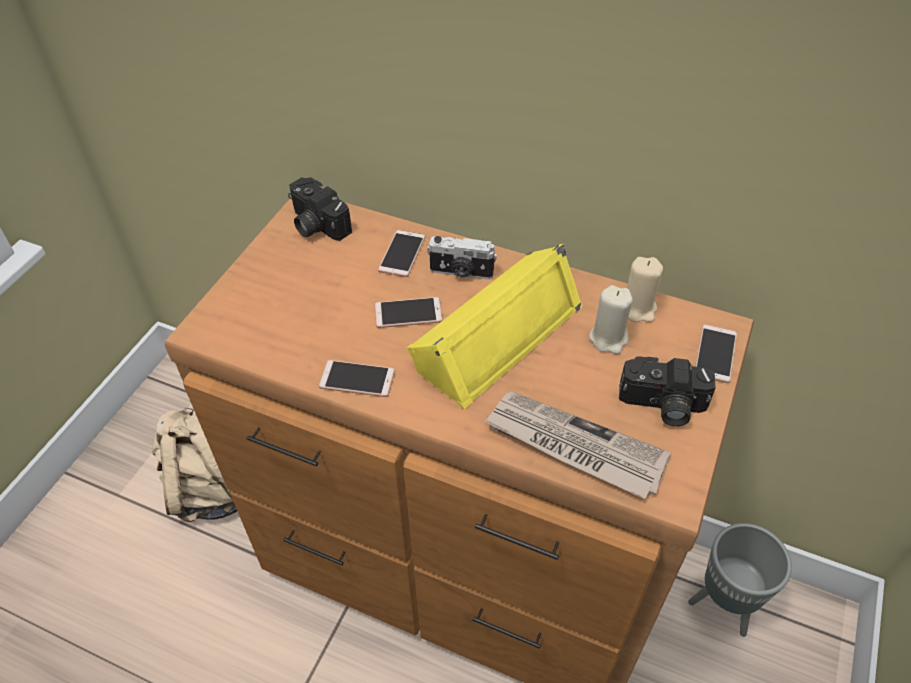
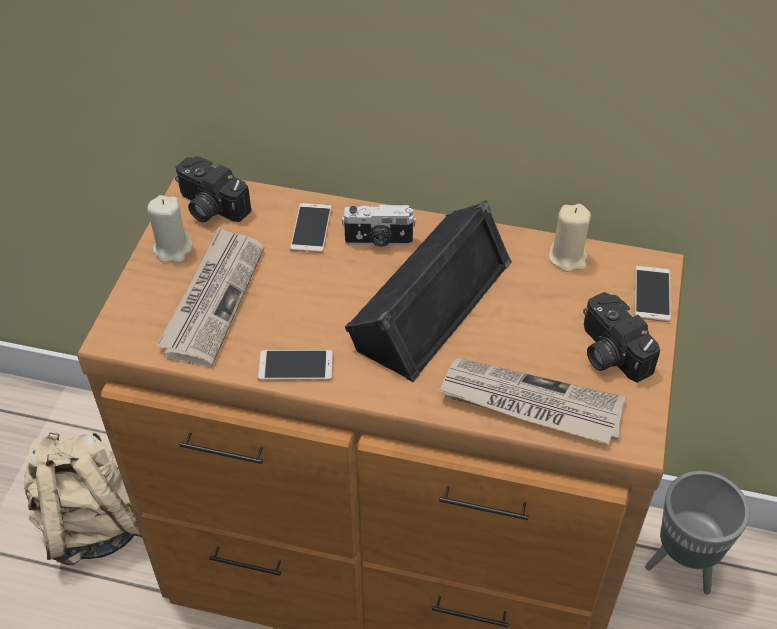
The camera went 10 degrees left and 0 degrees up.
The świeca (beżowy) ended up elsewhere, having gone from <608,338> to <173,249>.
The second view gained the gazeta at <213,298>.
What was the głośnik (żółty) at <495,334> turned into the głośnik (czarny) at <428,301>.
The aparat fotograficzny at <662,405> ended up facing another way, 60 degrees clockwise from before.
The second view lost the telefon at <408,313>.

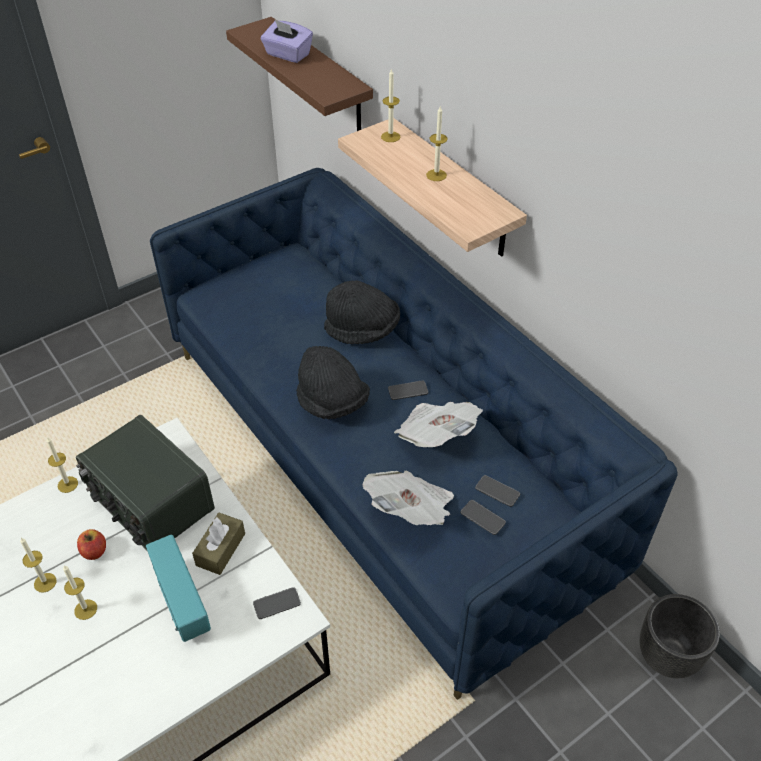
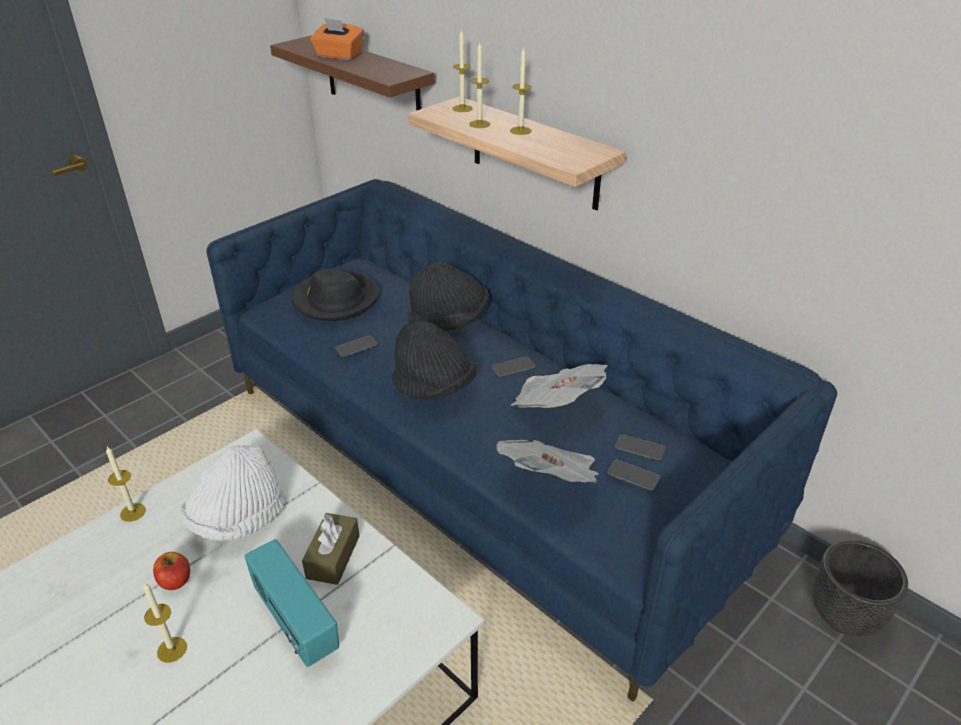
The camera went 10 degrees left and 10 degrees down.
Where the radio stood at <150,503>, the kapelusz (biały) came to stand at <238,519>.
The second view gained the kapelusz (czarny) at <335,299>.
What was the pudełko chusteczek (fioletowy) at <287,55> turned into the pudełko chusteczek (pomarańczowy) at <339,56>.
The telefon ended up elsewhere, having gone from <277,603> to <356,347>.
The świeca ended up elsewhere, having gone from <45,582> to <479,124>.

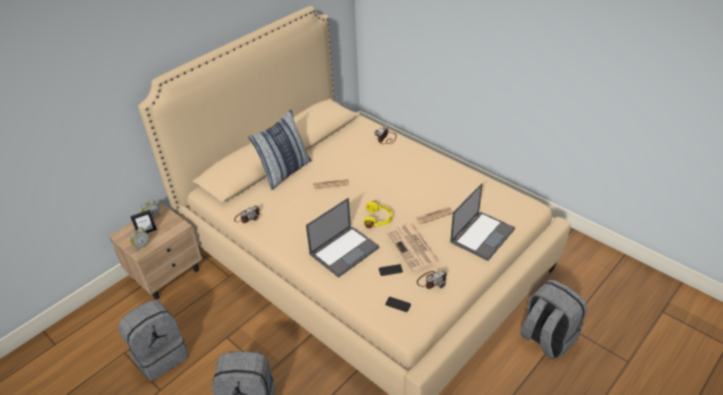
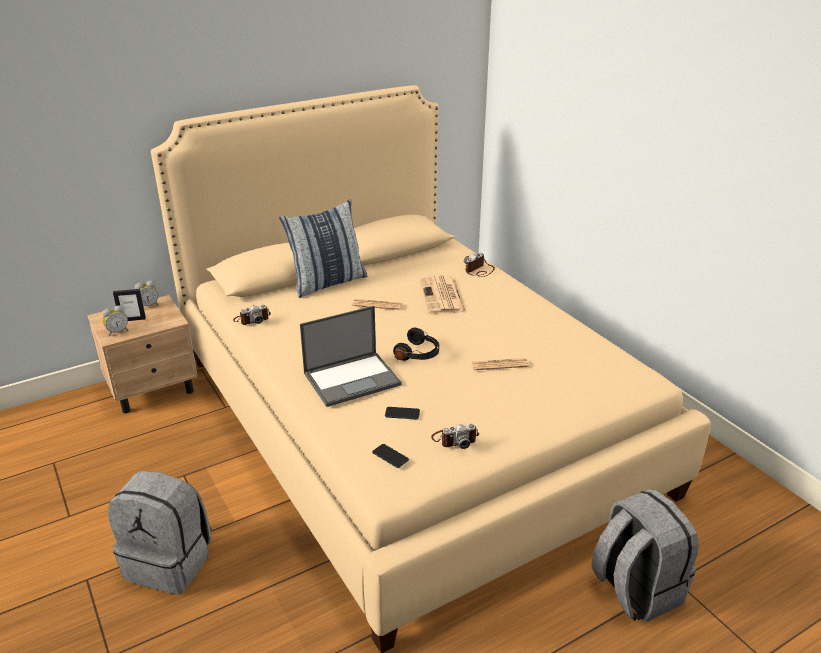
The camera went 15 degrees right and 10 degrees down.
What was the słuchawki (żółty) at <378,219> turned into the słuchawki (czarny) at <419,354>.
The gazeta ended up elsewhere, having gone from <413,248> to <442,296>.
The second view lost the plecak (szary) at <160,355>.
The second view lost the laptop at <482,235>.

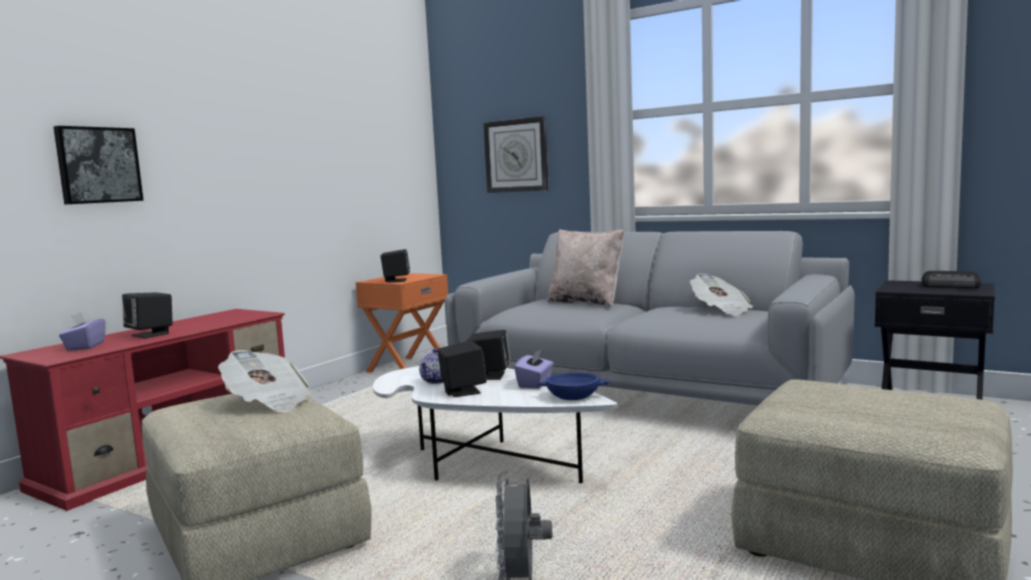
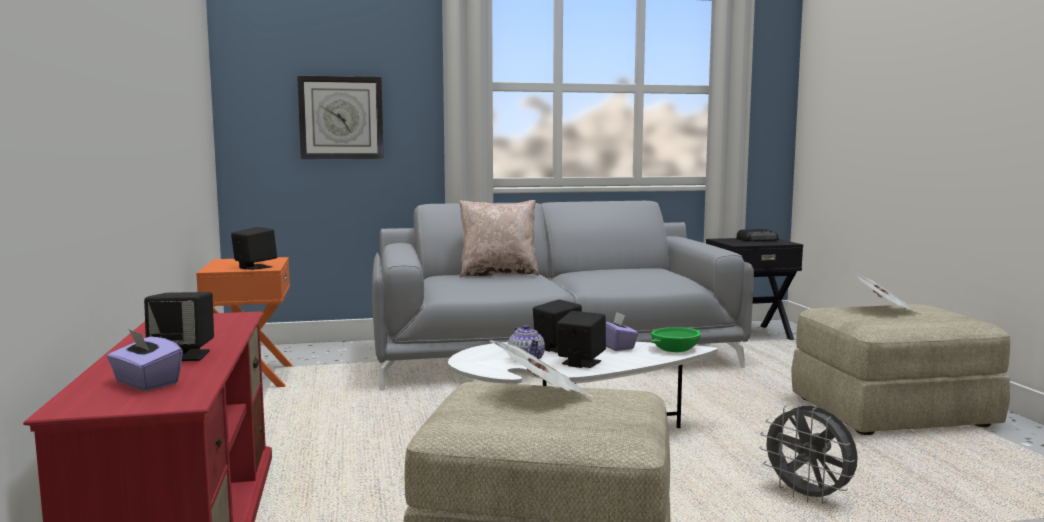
The camera went 45 degrees left and 0 degrees up.
What was the miska (niebieski) at <573,397> turned into the miska (zielony) at <675,349>.
The gazeta ended up elsewhere, having gone from <721,310> to <883,310>.
The second view lost the obraz at <98,165>.

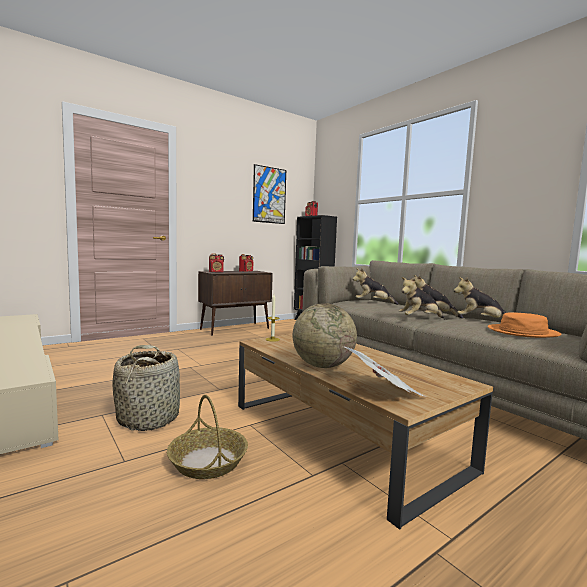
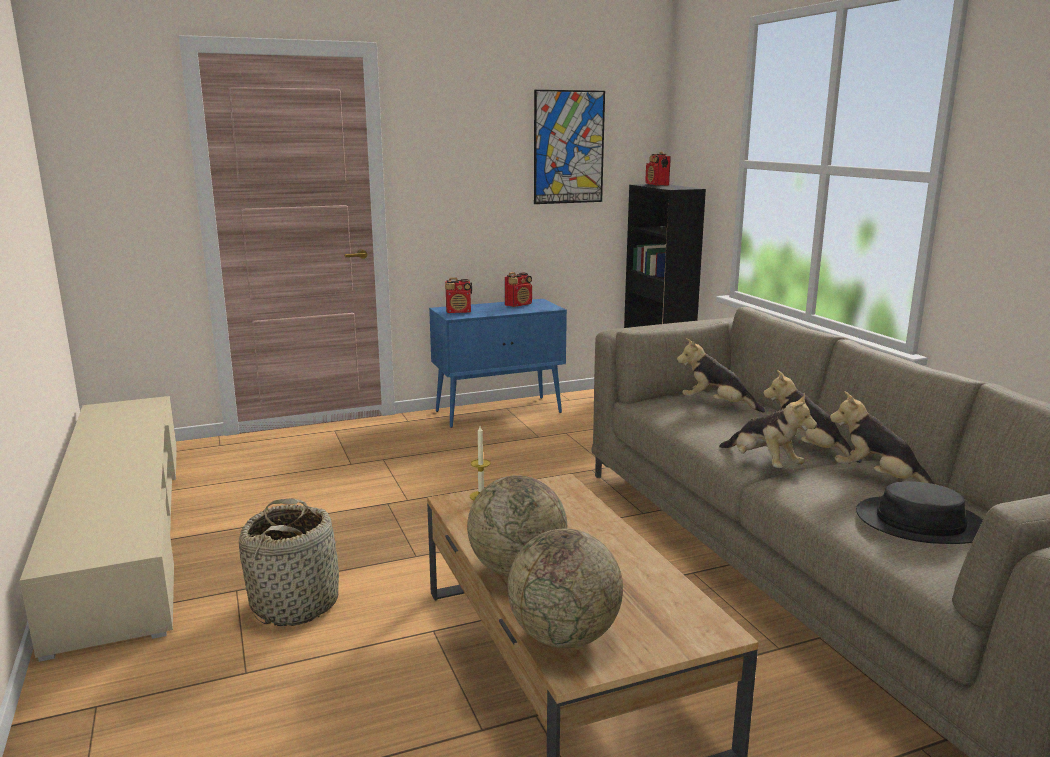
The camera went 15 degrees right and 10 degrees up.
What was the szafka (brązowy) at <235,329> turned into the szafka (niebieski) at <499,411>.
Where the gazeta stood at <382,392>, the globus came to stand at <564,636>.
The pluszak at <419,319> ended up facing another way, 120 degrees counterclockwise from before.
What was the kapelusz (pomarańczowy) at <522,332> turned into the kapelusz (czarny) at <920,522>.
The second view lost the koszyk at <207,461>.

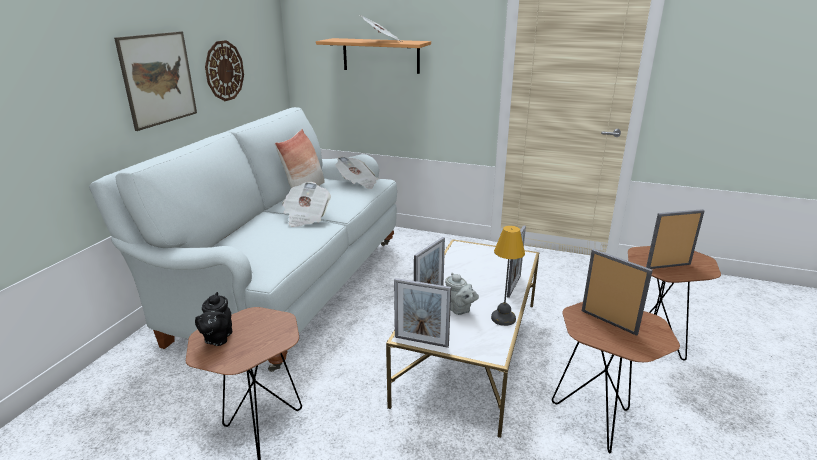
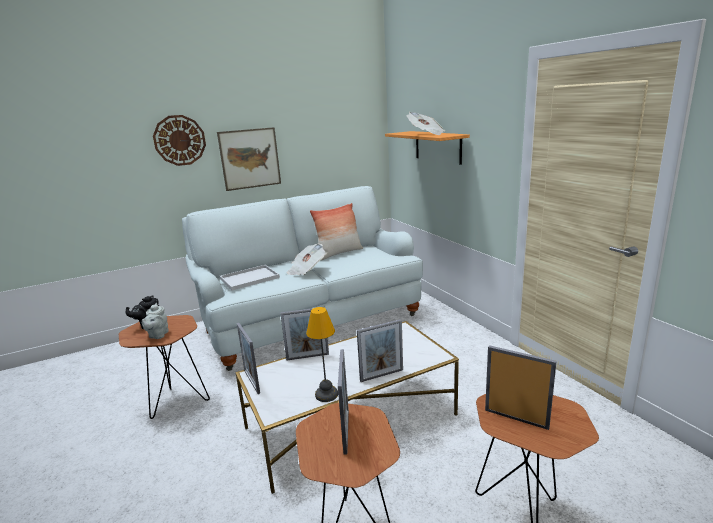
The camera went 45 degrees right and 5 degrees down.
The imbryk (szary) ended up elsewhere, having gone from <459,310> to <158,335>.
The zegar ścienny ended up elsewhere, having gone from <224,71> to <179,140>.
The second view gained the taca (biały) at <250,278>.
The second view lost the gazeta at <357,183>.

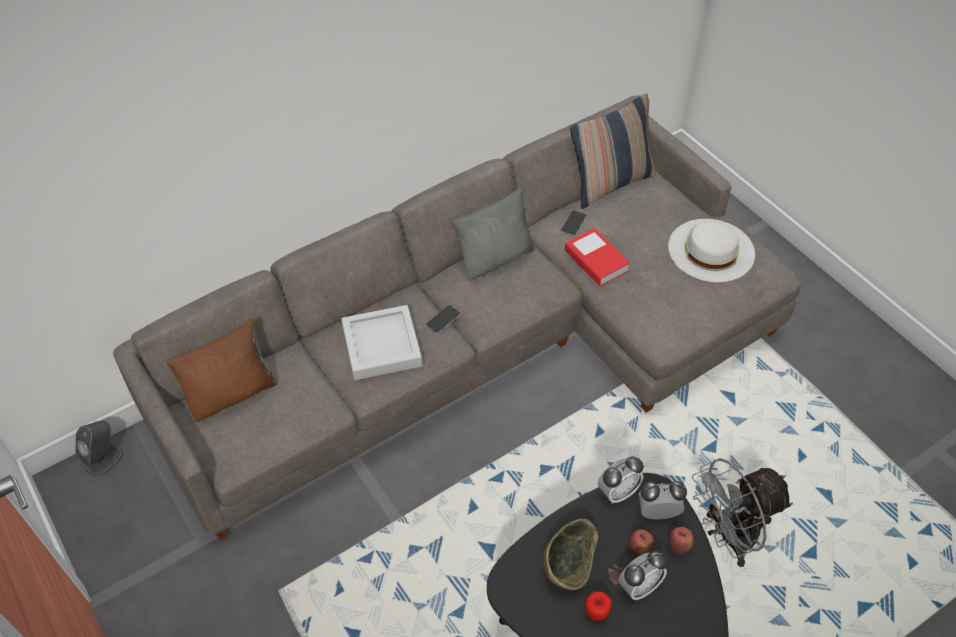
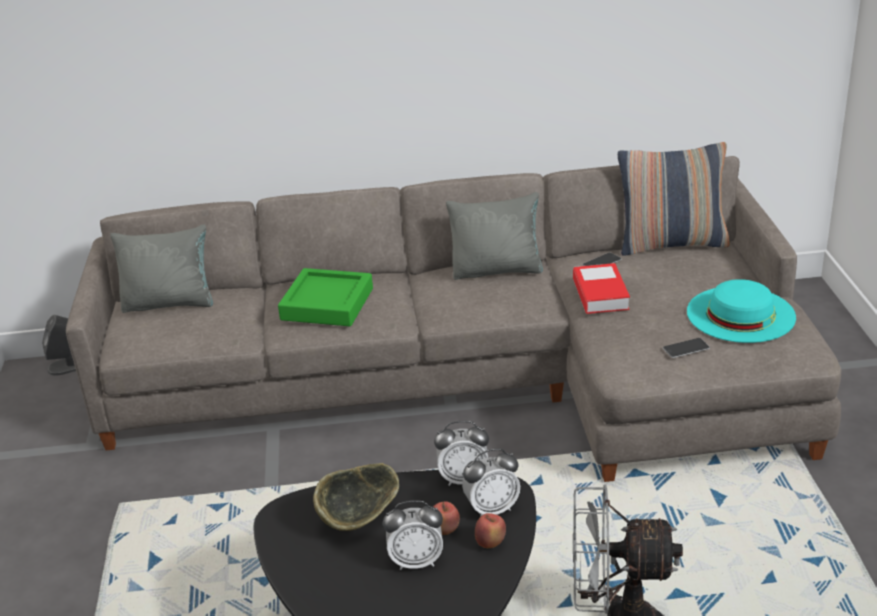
The camera went 30 degrees right and 20 degrees down.
What was the poduszka (brązowy) at <232,393> turned into the poduszka (szary) at <170,303>.
What was the taca (szary) at <382,347> turned into the taca (zielony) at <327,304>.
The budzik at <658,513> ended up facing another way, 135 degrees clockwise from before.
The telefon ended up elsewhere, having gone from <443,319> to <686,348>.
What was the kapelusz (biały) at <711,250> turned into the kapelusz (turkusowy) at <741,314>.
The second view lost the jabłko at <596,613>.

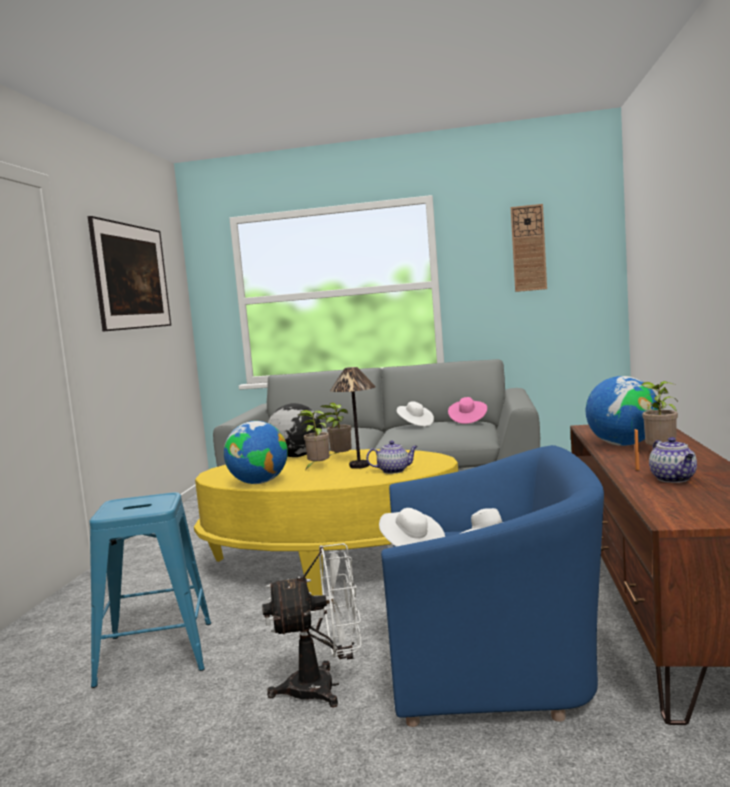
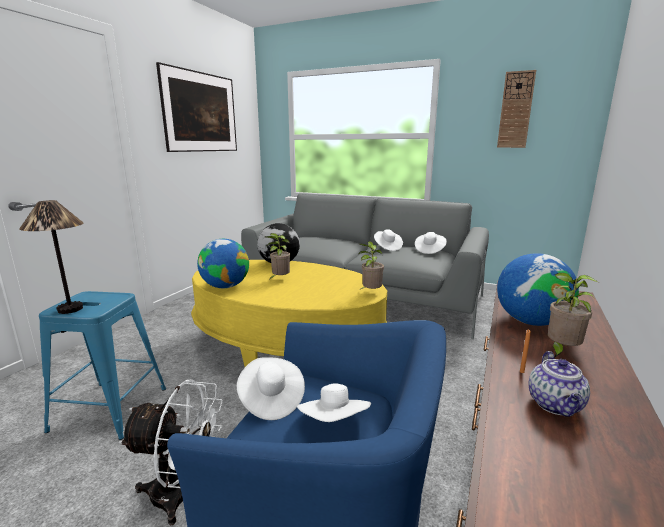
The camera went 15 degrees right and 10 degrees up.
The lampa stołowa ended up elsewhere, having gone from <360,466> to <71,309>.
The roślina doniczkowa ended up elsewhere, having gone from <340,458> to <370,292>.
What was the kapelusz (różowy) at <467,420> turned into the kapelusz (biały) at <429,250>.
The second view lost the imbryk at <394,471>.

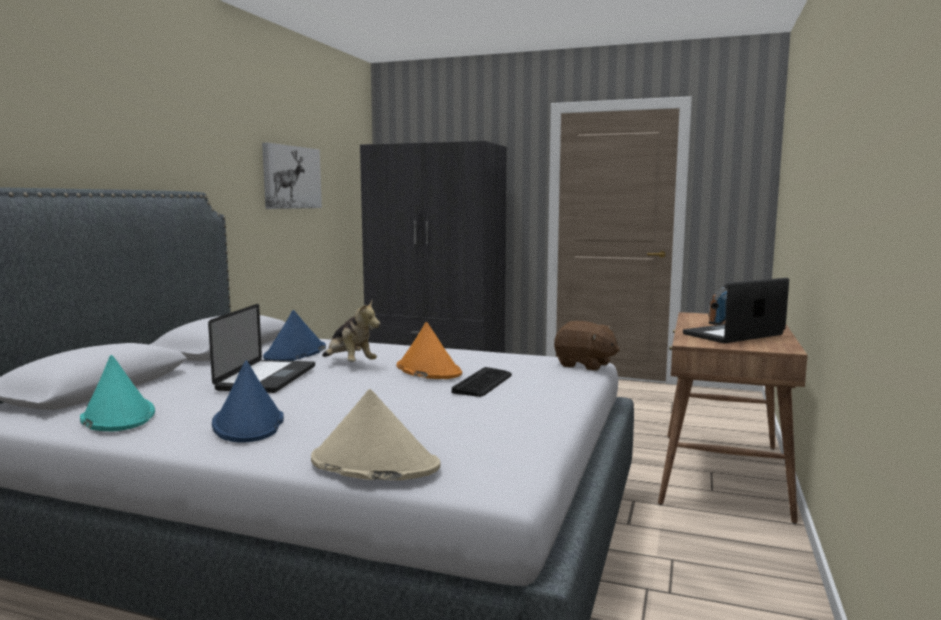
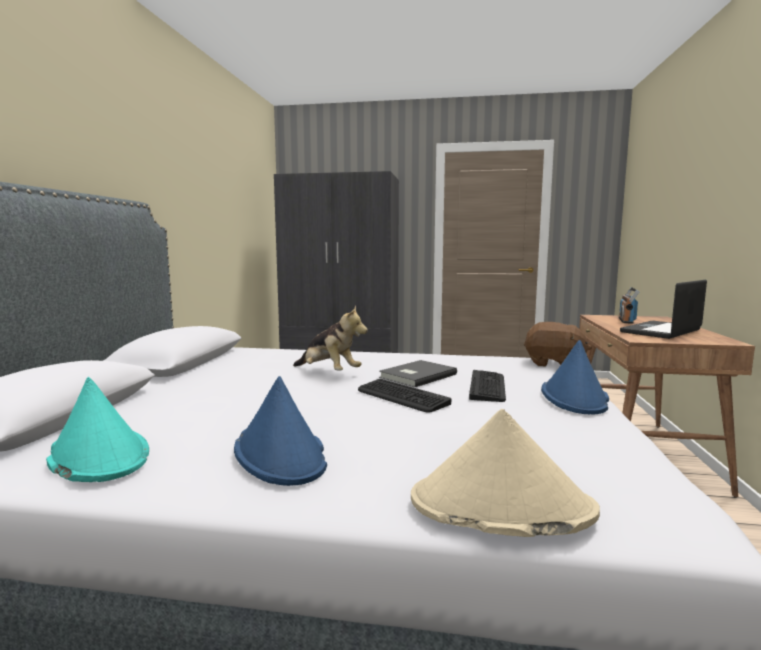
The camera went 10 degrees left and 0 degrees up.
The second view gained the klawiatura at <401,397>.
Where the kapelusz (pomarańczowy) stood at <428,370>, the książka (szary) came to stand at <416,376>.
The kapelusz (niebieski) ended up elsewhere, having gone from <295,353> to <574,397>.
The second view lost the laptop at <267,378>.
The second view lost the obraz at <291,177>.

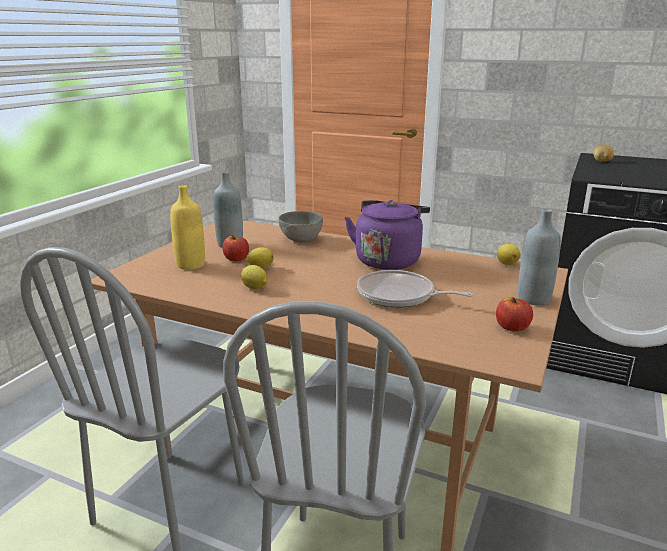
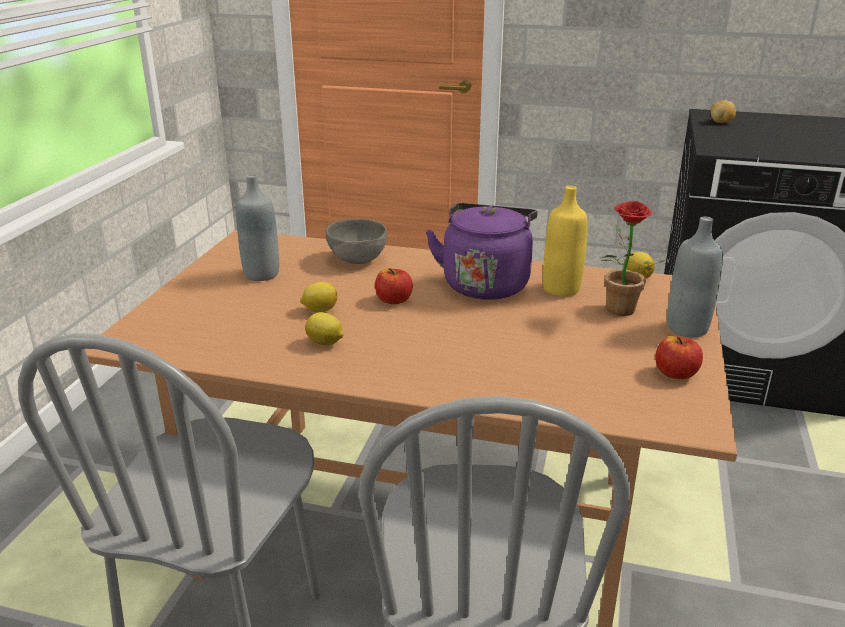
The camera went 10 degrees left and 5 degrees up.
The jabłko ended up elsewhere, having gone from <236,259> to <394,300>.
The butelka (żółty) ended up elsewhere, having gone from <191,265> to <561,289>.
The second view gained the roślina doniczkowa at <620,312>.
The second view lost the patelnia at <399,296>.

